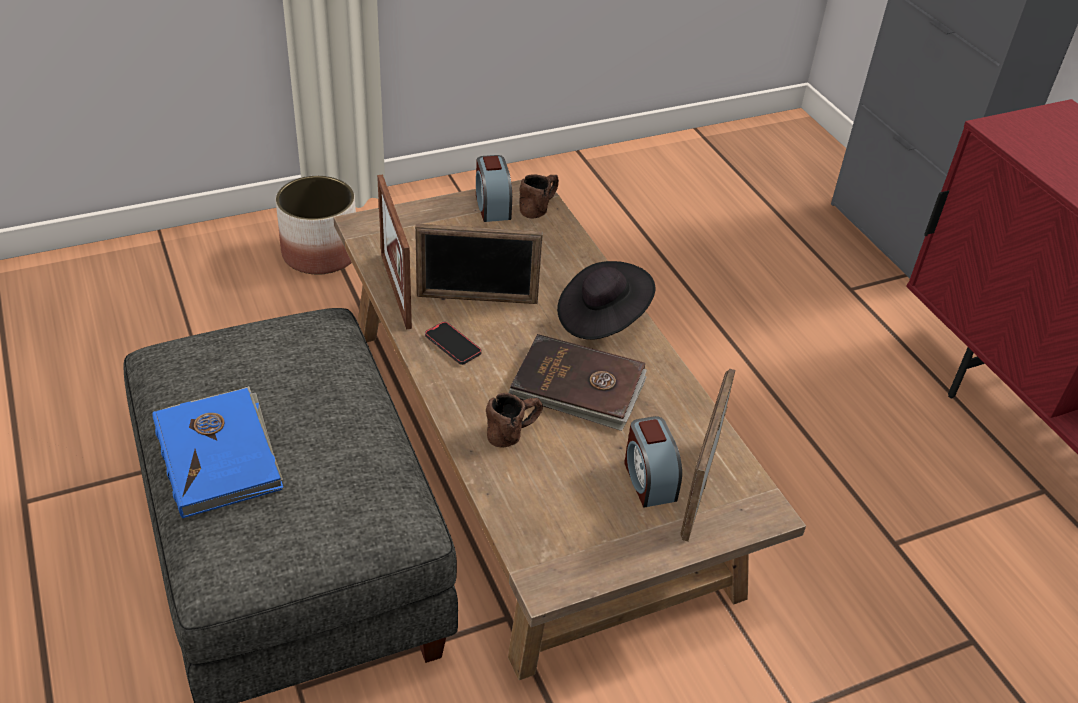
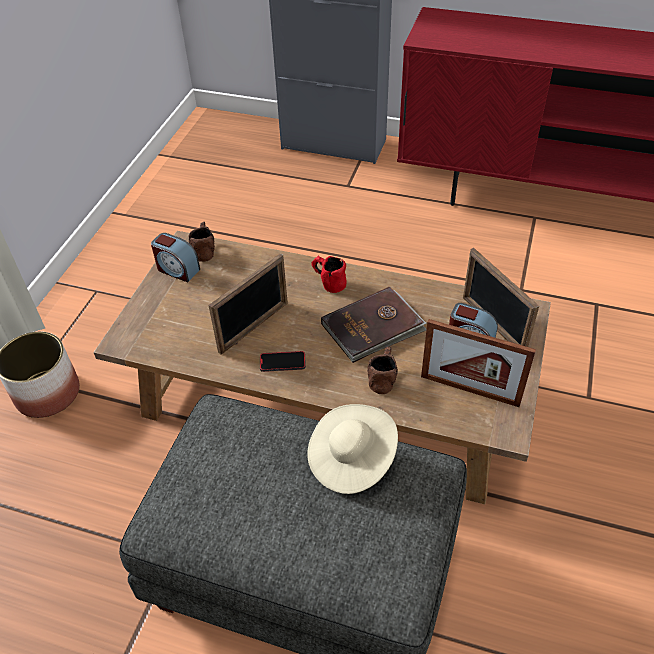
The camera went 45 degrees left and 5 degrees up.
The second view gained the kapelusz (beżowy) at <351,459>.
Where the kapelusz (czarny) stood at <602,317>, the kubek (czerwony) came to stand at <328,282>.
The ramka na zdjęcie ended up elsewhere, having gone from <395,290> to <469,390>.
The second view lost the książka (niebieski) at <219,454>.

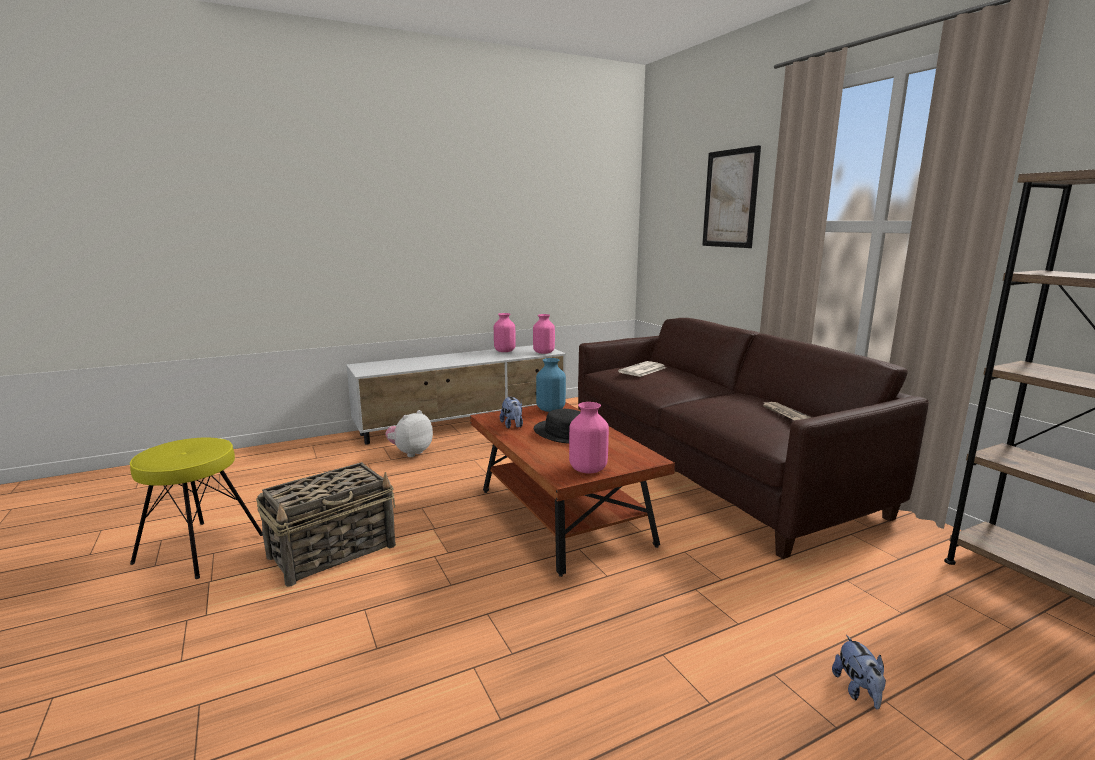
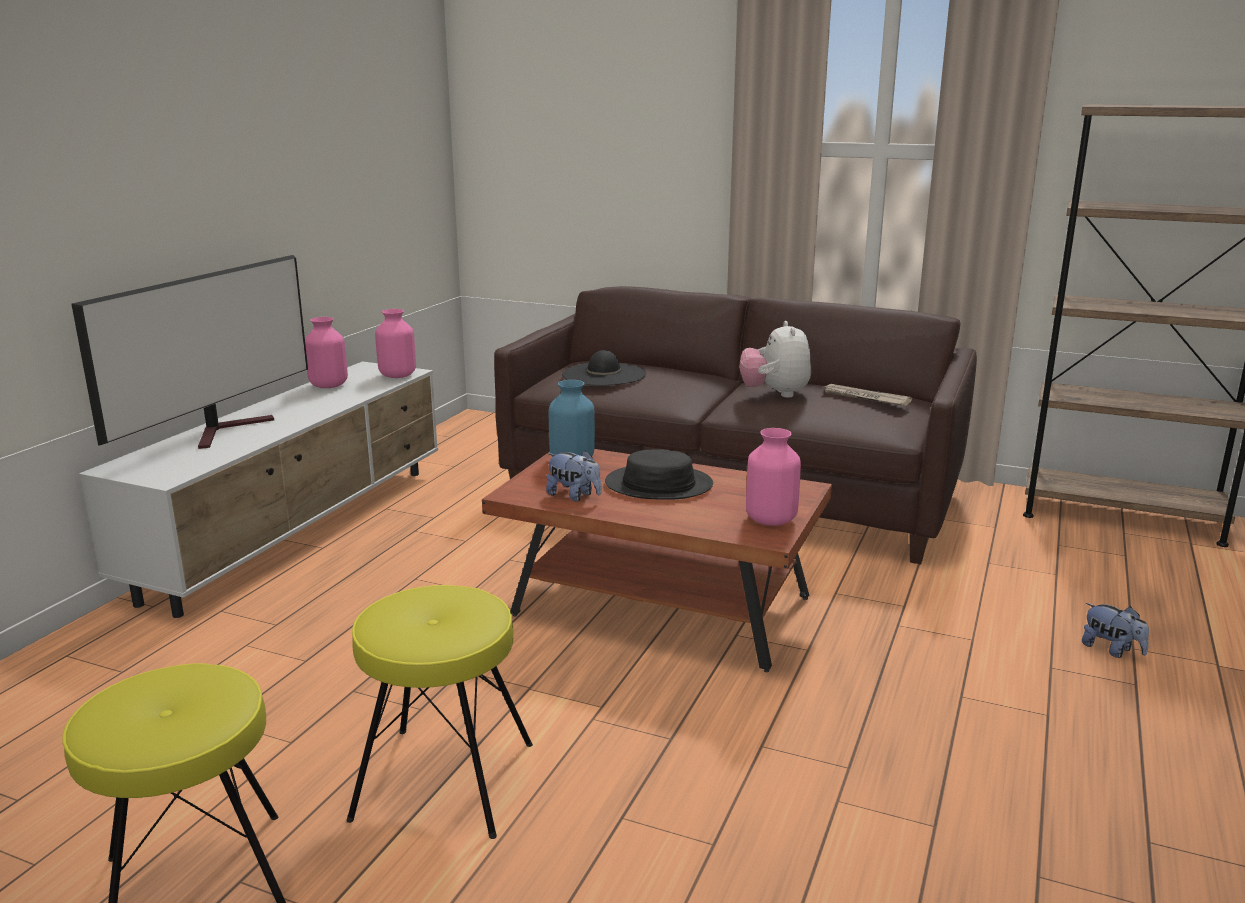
The camera went 40 degrees left and 5 degrees up.
The second view gained the telewizor at <226,430>.
Where the koszyk stood at <334,551>, the stołek (żółty) came to stand at <443,779>.
Where the gazeta stood at <642,370>, the kapelusz (czarny) came to stand at <604,374>.
The pluszak ended up elsewhere, having gone from <410,453> to <775,394>.
The second view lost the obraz at <730,199>.

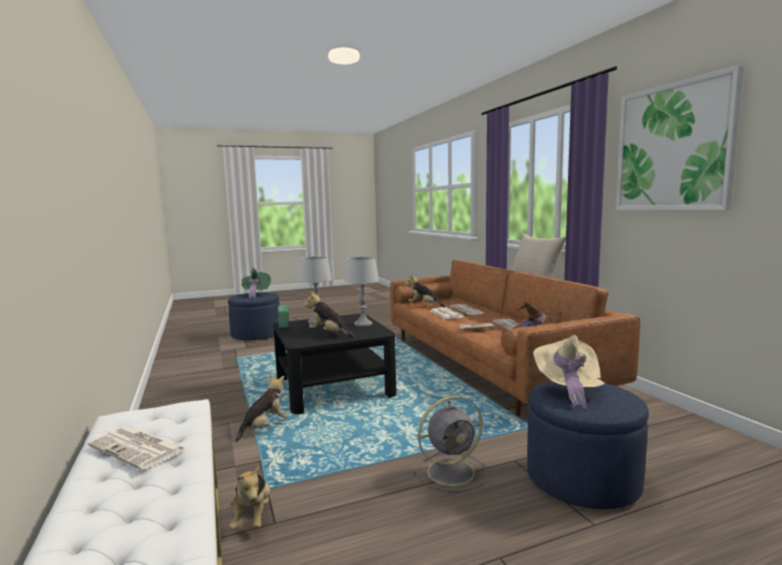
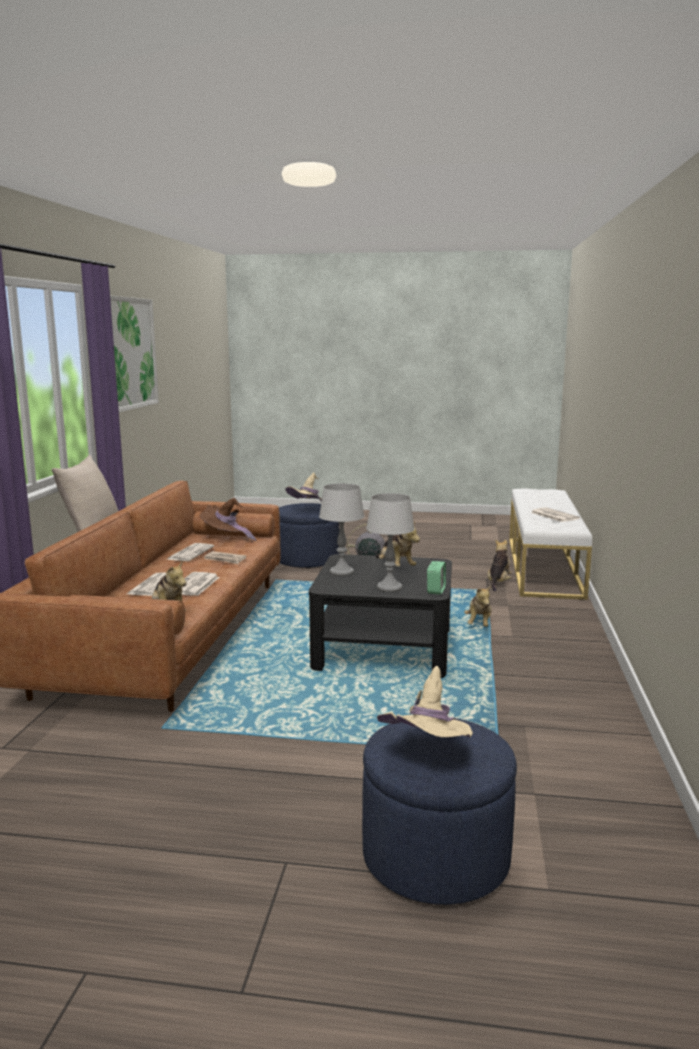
The camera went 150 degrees left and 5 degrees up.
What was the kapelusz (zielony) at <256,294> turned into the kapelusz (beżowy) at <428,756>.
The pluszak at <264,428> ended up facing another way, 60 degrees counterclockwise from before.

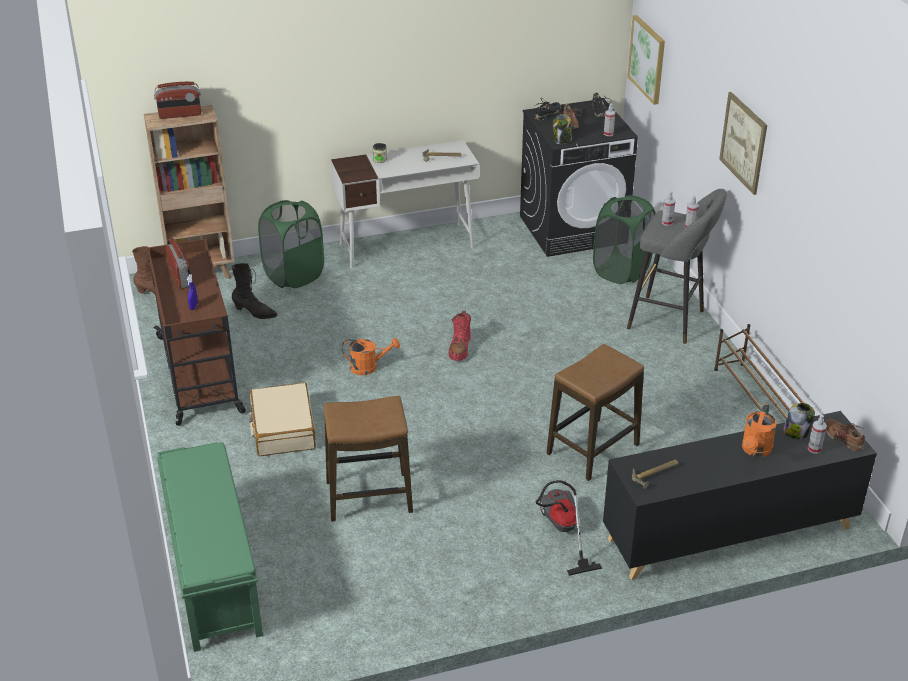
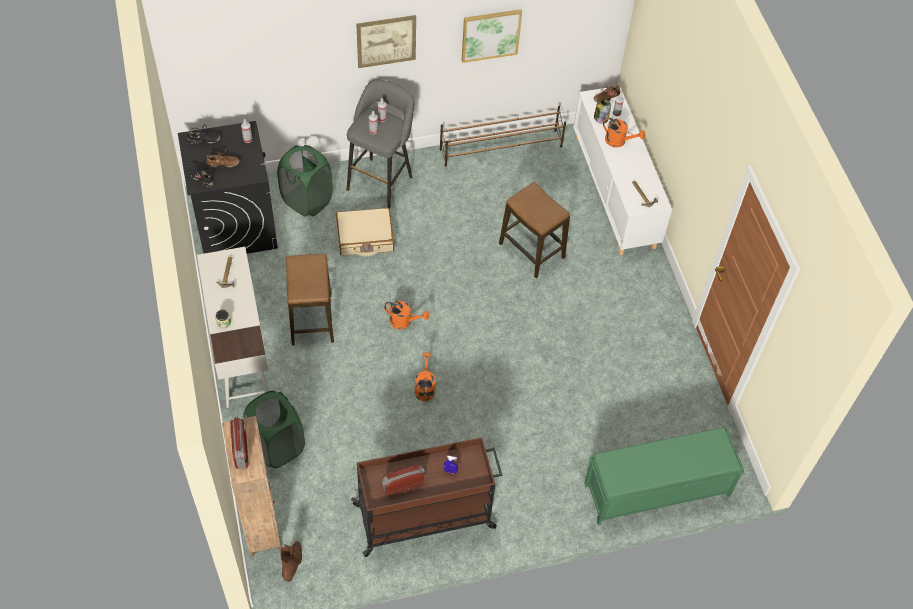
The camera went 90 degrees left and 20 degrees up.
The stołek ended up elsewhere, having gone from <368,497> to <312,320>.
The walizka (beżowy) ended up elsewhere, having gone from <283,429> to <365,238>.
Where the but z cholewką (czerwony) stood at <460,348>, the konewka (pomarańczowy) came to stand at <404,322>.
The obraz ended up elsewhere, having gone from <647,59> to <490,34>.
What was the szafka (czarny) at <728,534> turned into the szafka (biały) at <614,192>.
The second view lost the but z cholewką (czarny) at <255,313>.
The second view lost the odkurzacz at <561,531>.
The second view lost the słoik at <562,140>.

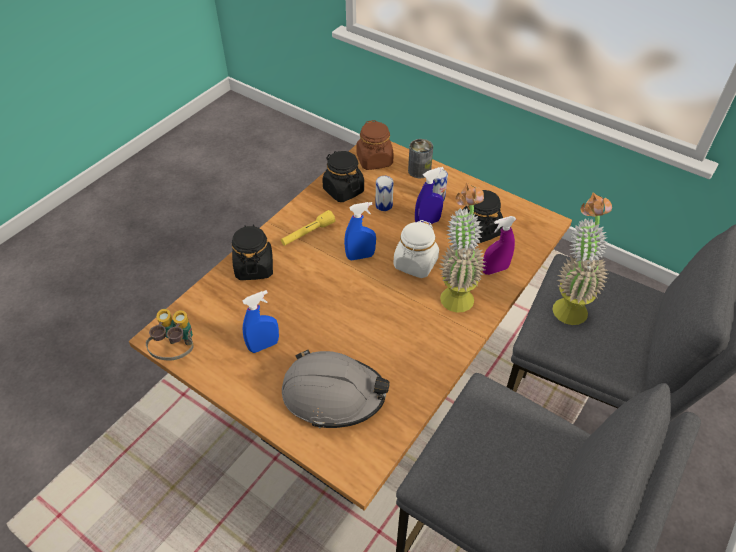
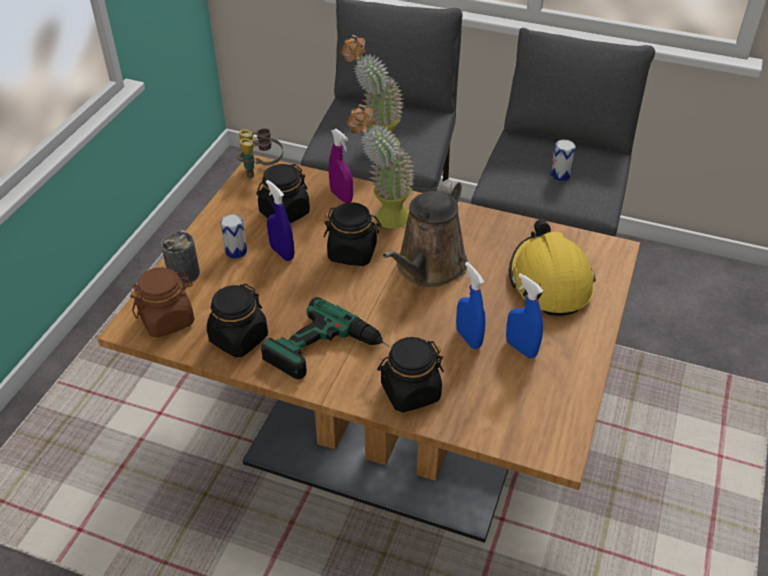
The camera went 105 degrees left and 5 degrees down.
The lornetka ended up elsewhere, having gone from <177,352> to <261,171>.
Where the latarka (żółty) stood at <308,234>, the wiertarka came to stand at <333,354>.
What was the słoik (biały) at <415,263> turned into the słoik (czarny) at <352,252>.
The second view gained the konewka (brązowy) at <428,268>.
The spryskiwacz (niebieski) ended up elsewhere, having gone from <360,256> to <468,338>.
What was the kask (szary) at <333,394> turned into the kask (żółty) at <549,281>.
The puszka ended up elsewhere, having gone from <384,205> to <560,175>.

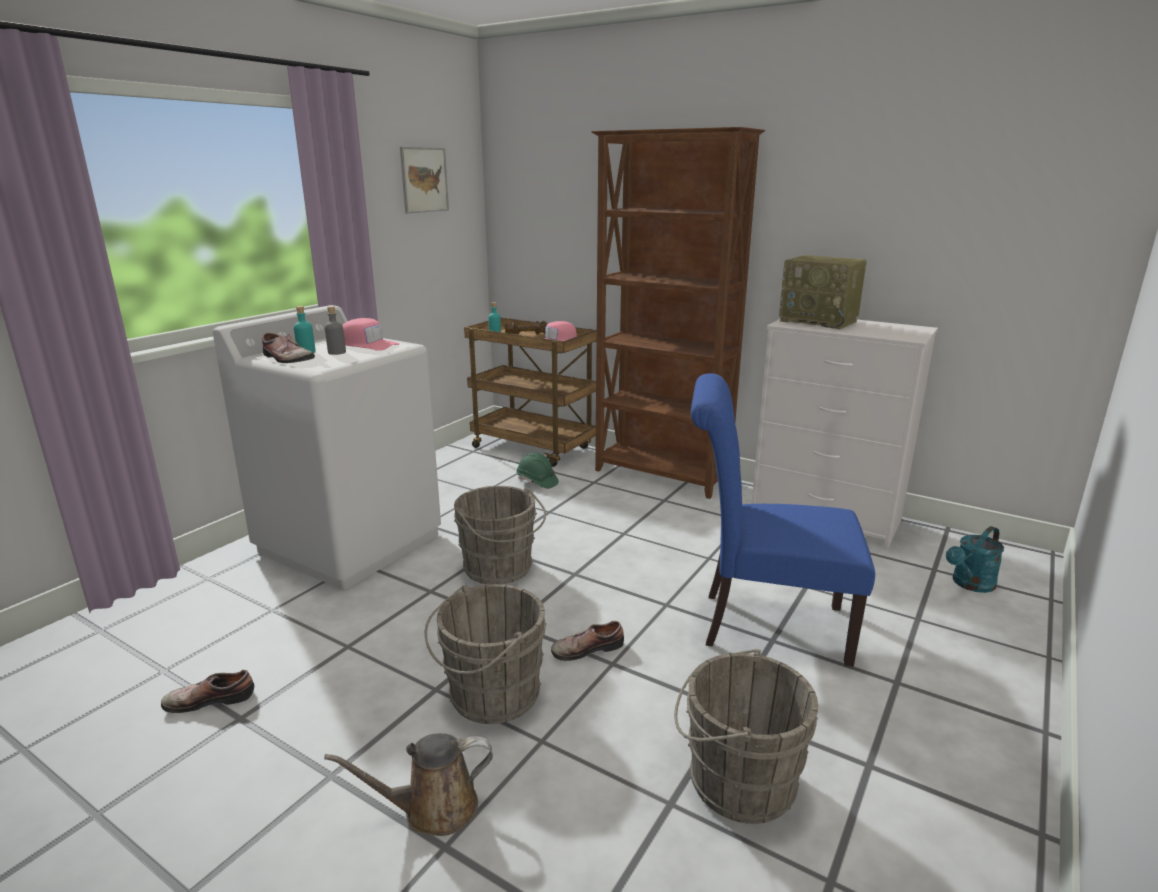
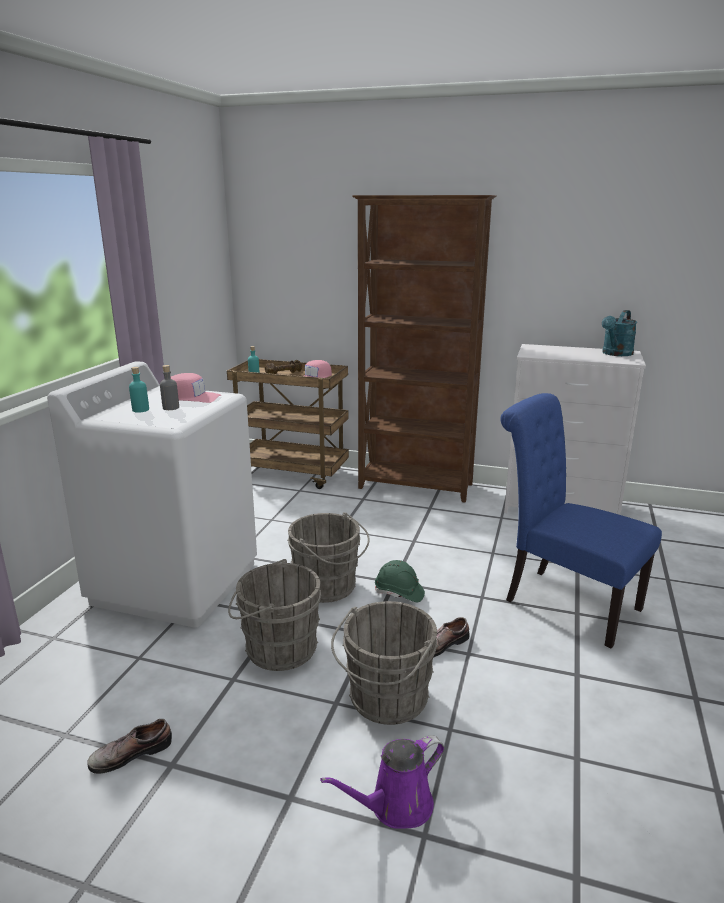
The camera went 15 degrees left and 0 degrees up.
The wiadro (szary) ended up elsewhere, having gone from <735,780> to <276,648>.
What was the konewka (brązowy) at <433,809> turned into the konewka (fioletowy) at <395,806>.
The kask (zielony) ended up elsewhere, having gone from <537,481> to <399,593>.
The krzesło (niebieski) at <764,625> ended up facing another way, 45 degrees clockwise from before.
The konewka (turkusowy) ended up elsewhere, having gone from <970,584> to <615,354>.
The second view lost the but at <286,359>.
The second view lost the obraz at <424,180>.
The second view lost the radio at <820,321>.

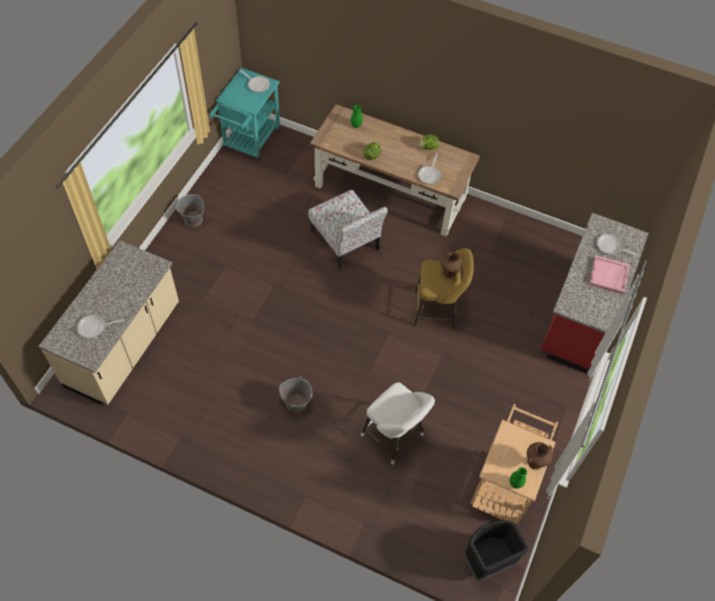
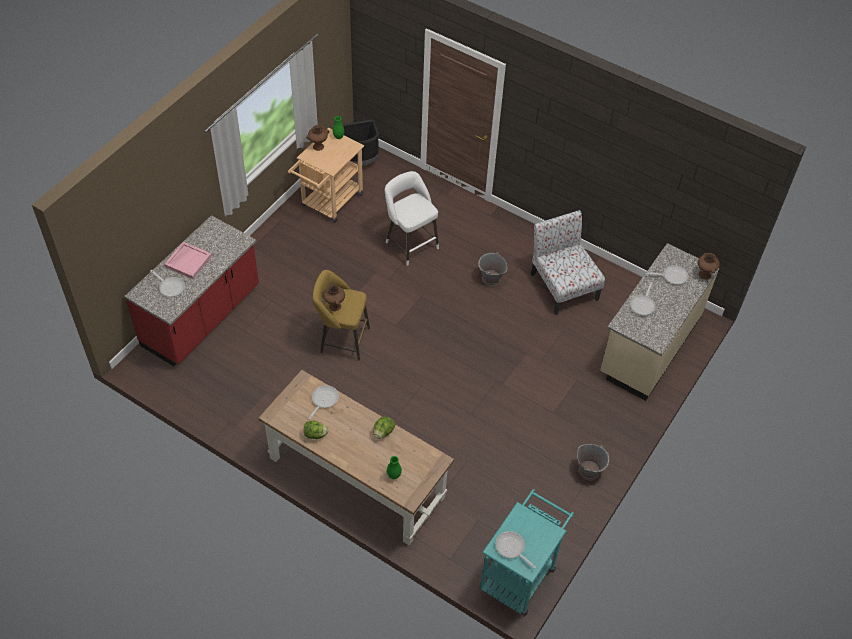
The camera went 170 degrees left and 5 degrees down.
The krzesło ended up elsewhere, having gone from <345,241> to <563,285>.
The second view gained the patelnia at <643,305>.
The second view gained the wazon (brązowy) at <704,274>.

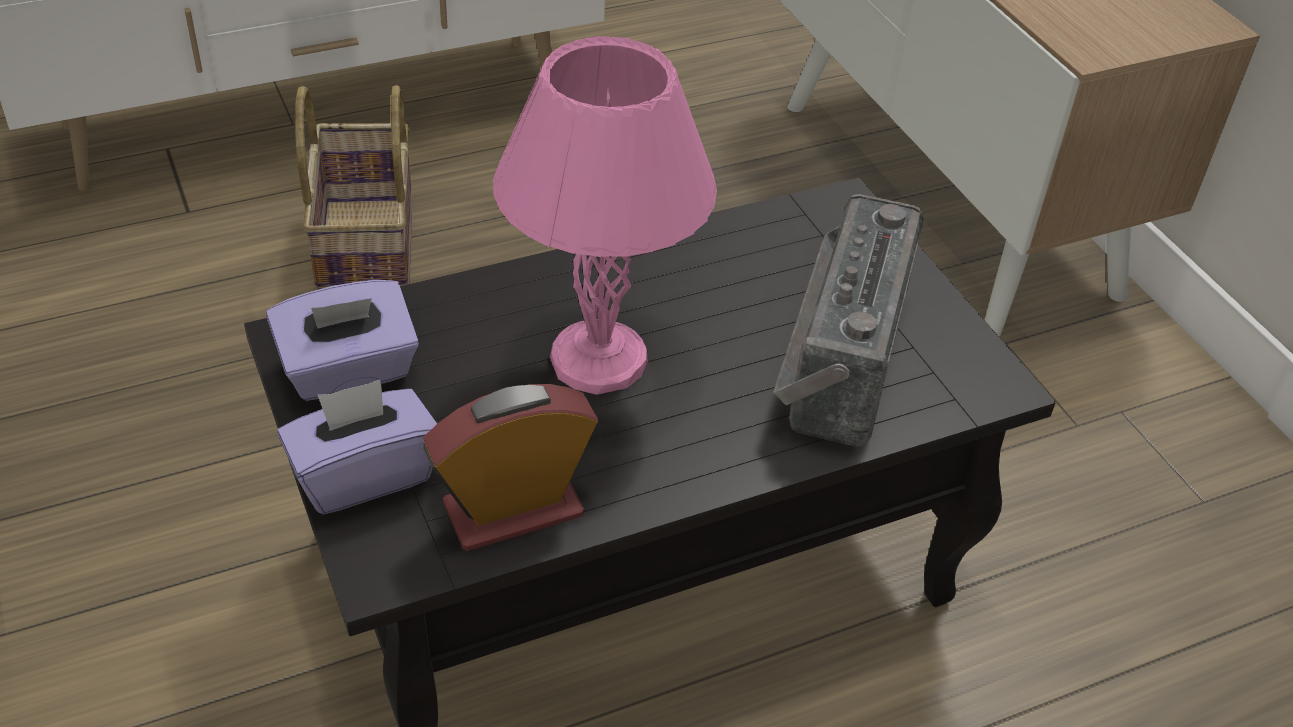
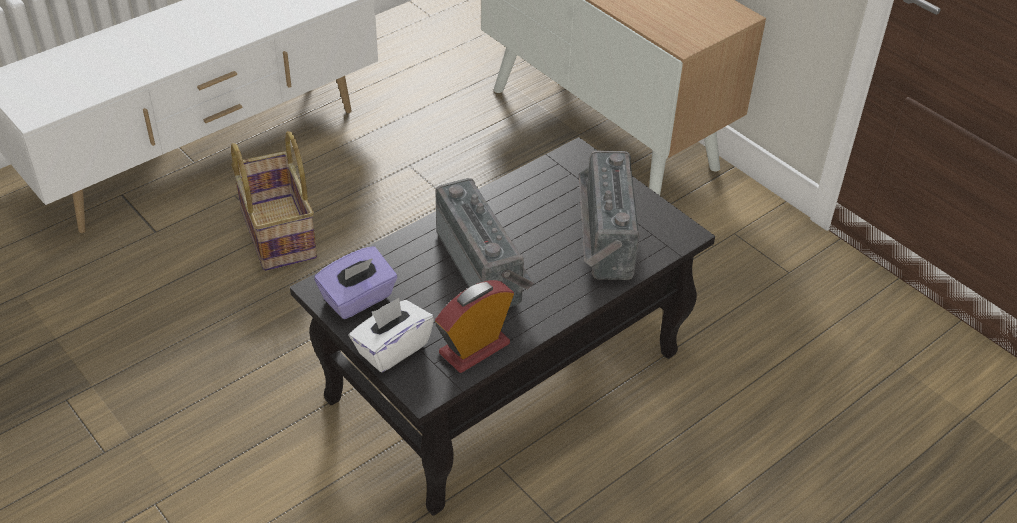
The camera went 15 degrees left and 0 degrees up.
What was the pudełko chusteczek (fioletowy) at <364,474> turned into the pudełko chusteczek (biały) at <392,348>.
Where the lampa stołowa (różowy) stood at <599,362>, the radio came to stand at <485,266>.

